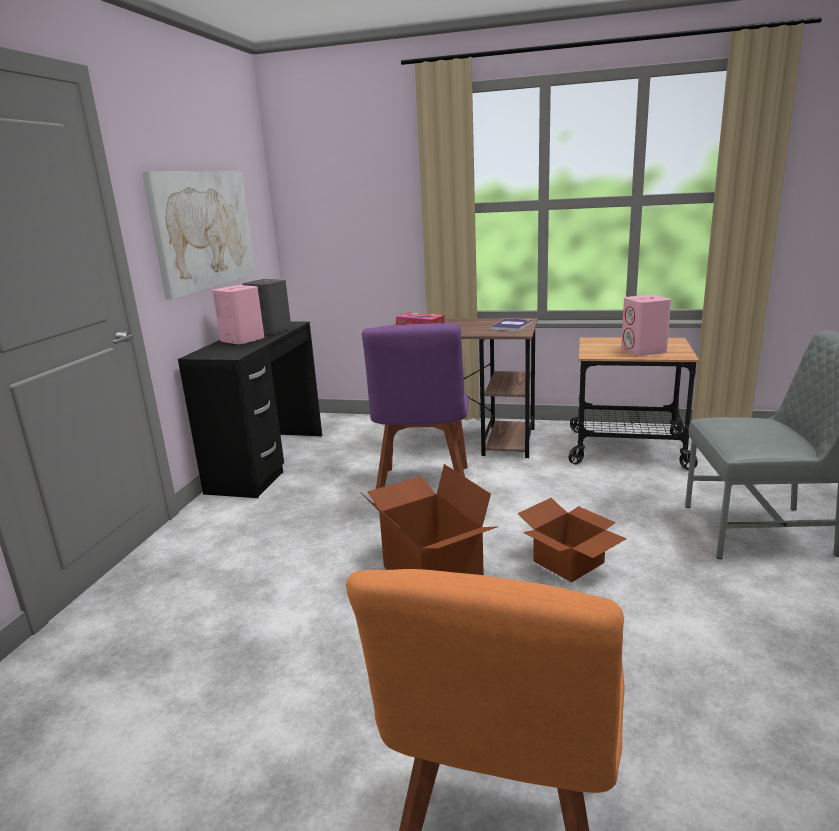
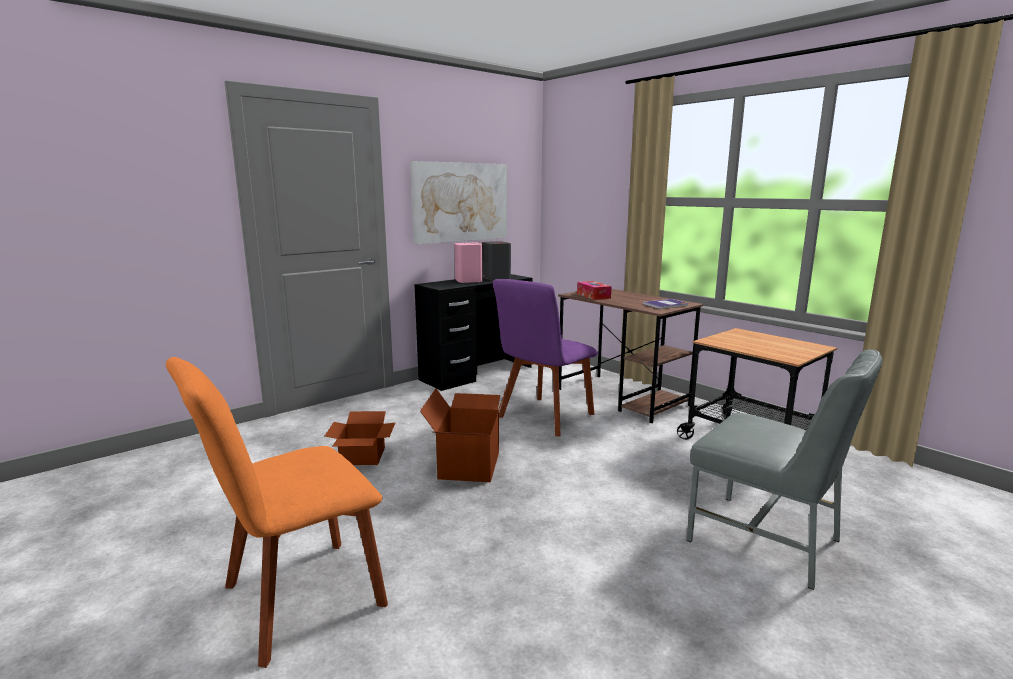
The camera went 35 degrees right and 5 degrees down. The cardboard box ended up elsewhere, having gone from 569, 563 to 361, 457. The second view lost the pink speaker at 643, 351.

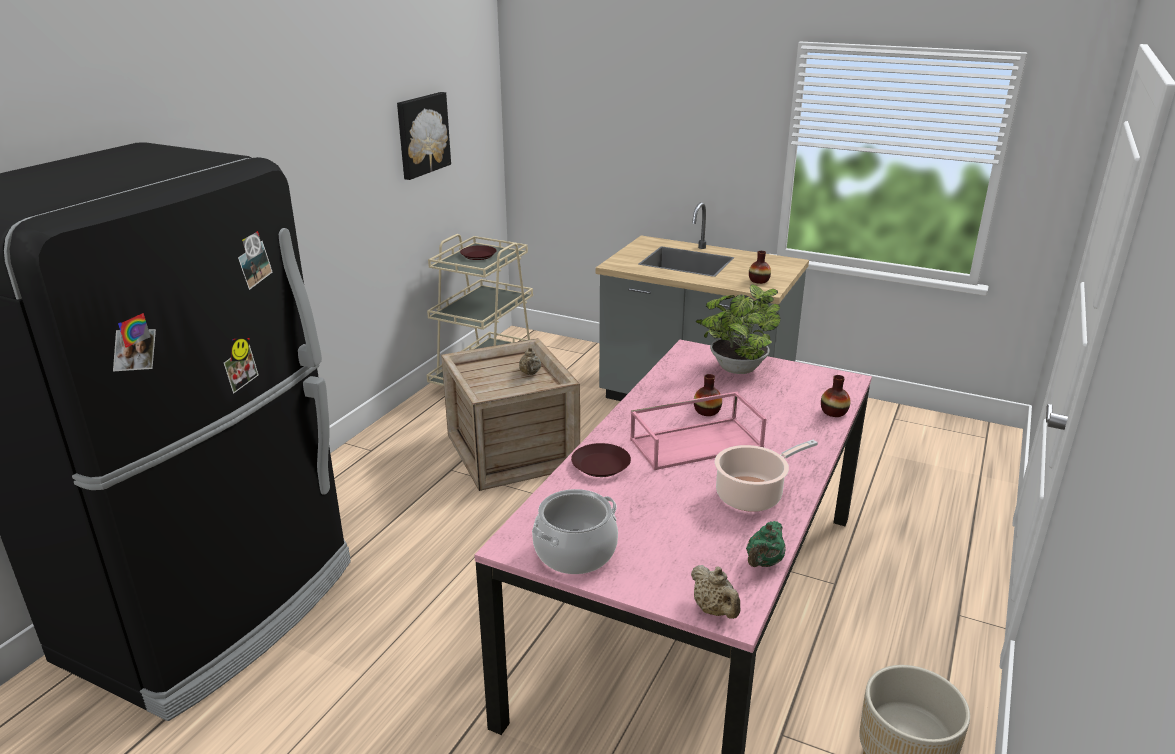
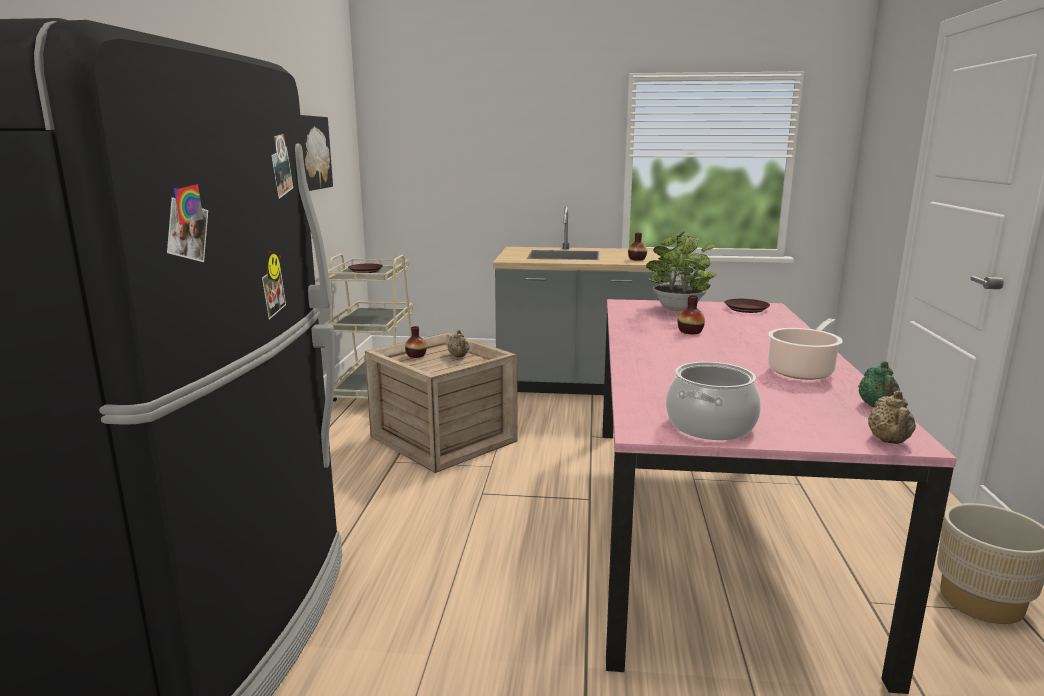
The camera went 20 degrees left and 10 degrees down. The brown plate ended up elsewhere, having gone from 600, 465 to 746, 309. The second view lost the pink tray at 697, 442. The beige teapot at 714, 610 ended up facing another way, 60 degrees clockwise from before. The vase ended up elsewhere, having gone from 833, 412 to 416, 355.

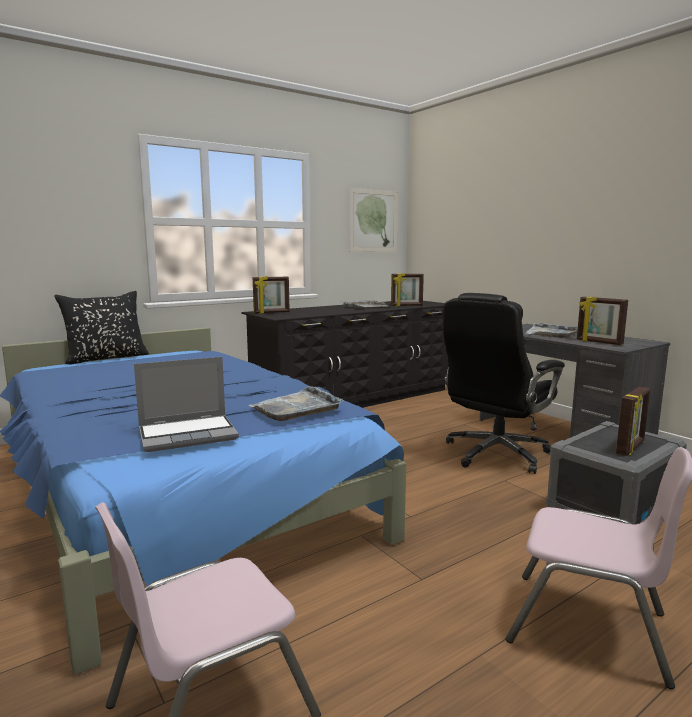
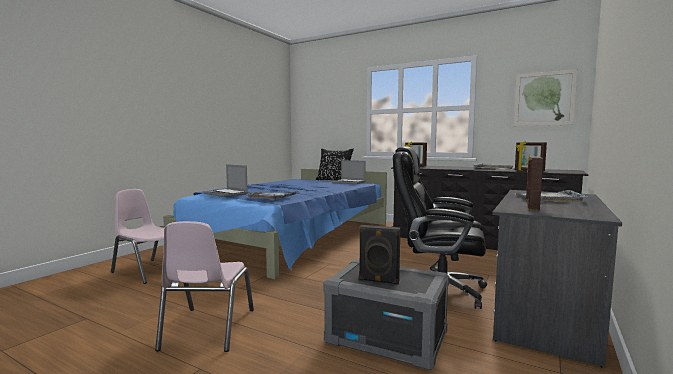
The camera went 65 degrees right and 5 degrees down. Where the picture frame stood at 631, 448, the black speaker came to stand at 378, 281. The second view gained the laptop at 349, 182.

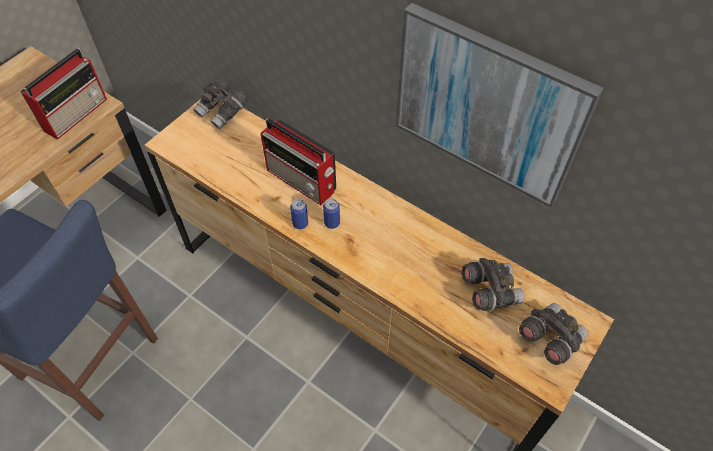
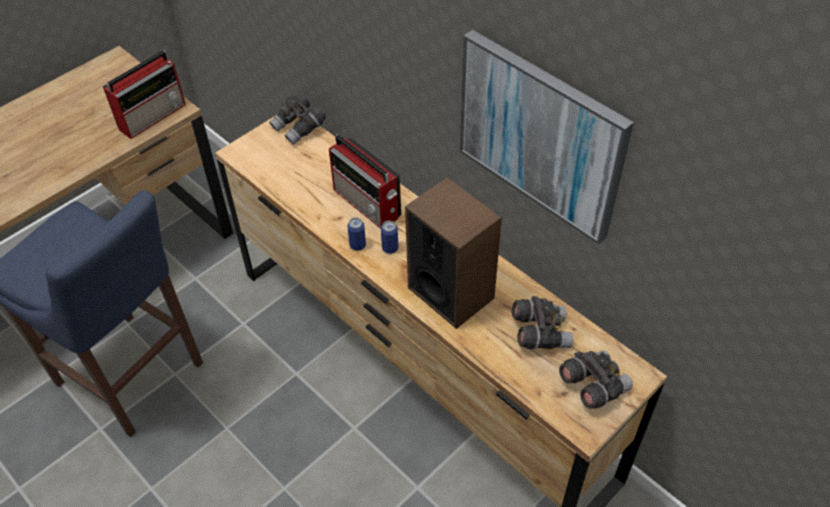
The camera went 10 degrees right and 5 degrees down. The second view gained the speaker at 451, 292.

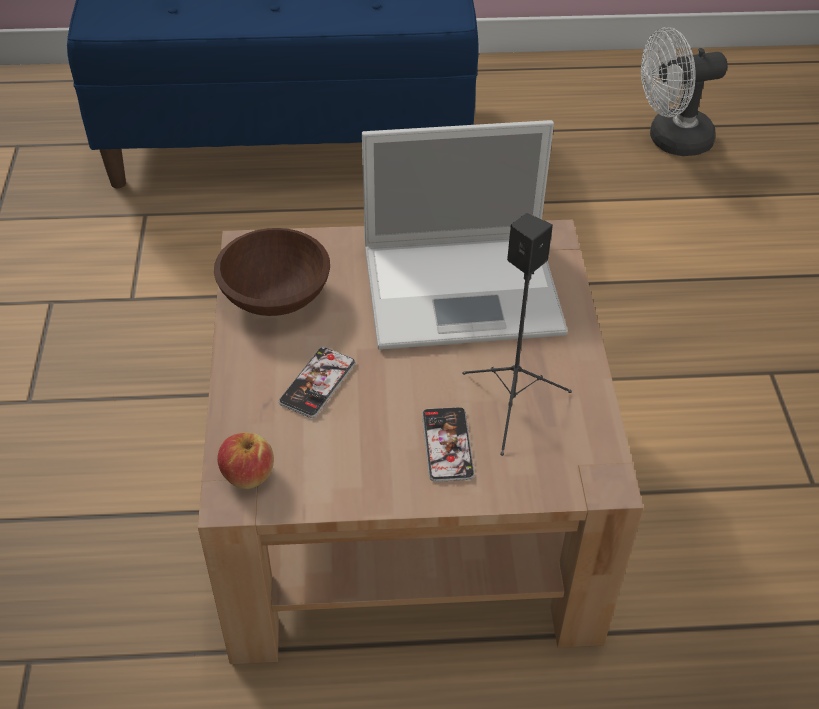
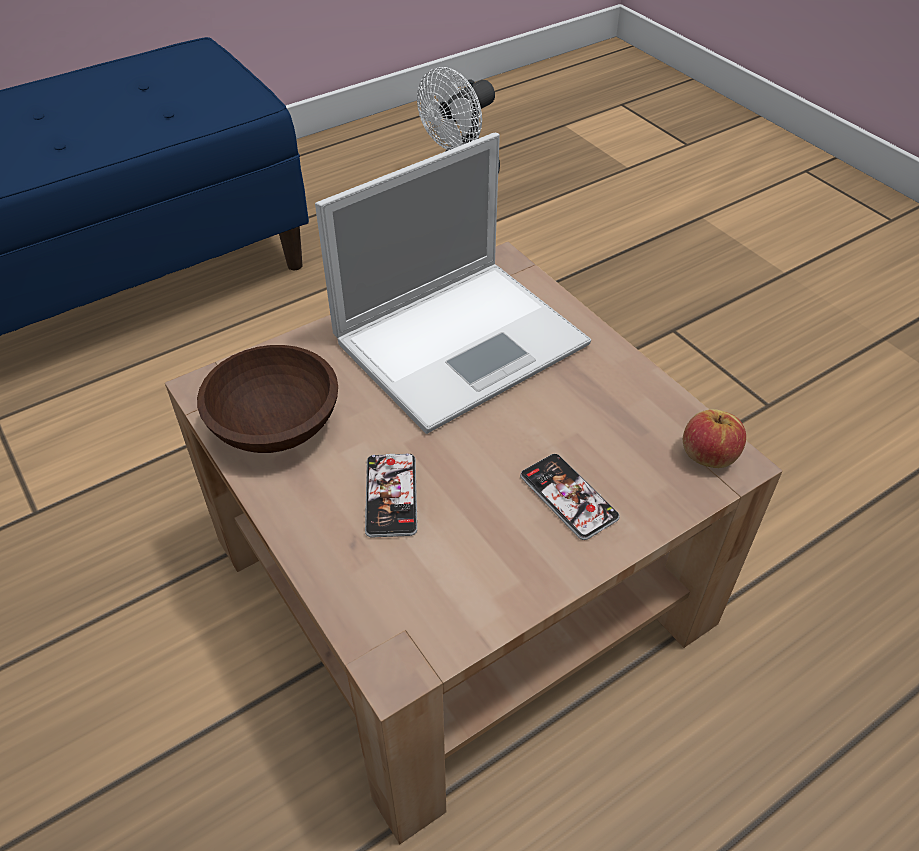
The camera went 30 degrees left and 0 degrees up. The apple ended up elsewhere, having gone from 247, 474 to 708, 455. The second view lost the black speaker at 513, 404.

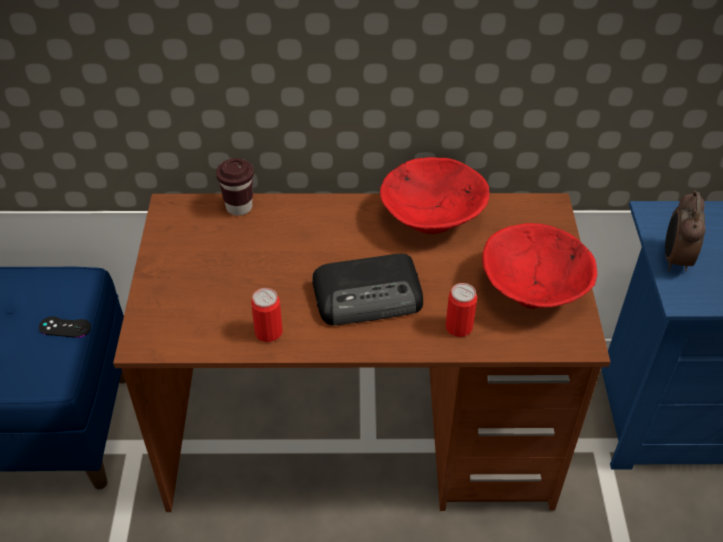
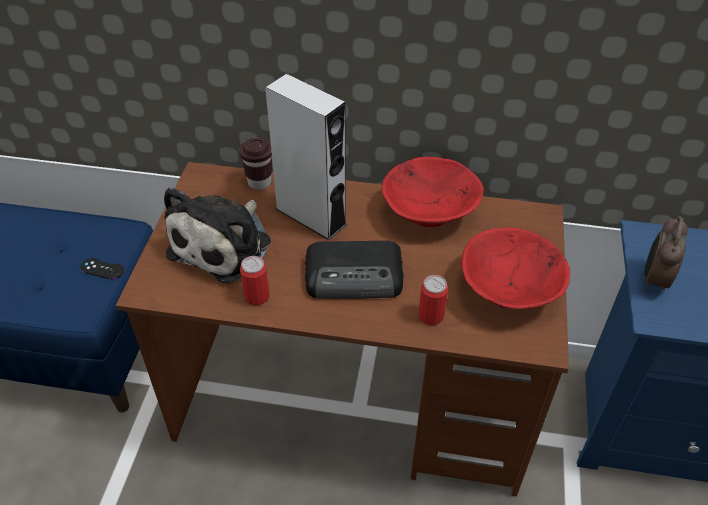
The camera went 10 degrees right and 0 degrees up. The second view gained the plush toy at 224, 245. The second view gained the grey speaker at 311, 216.

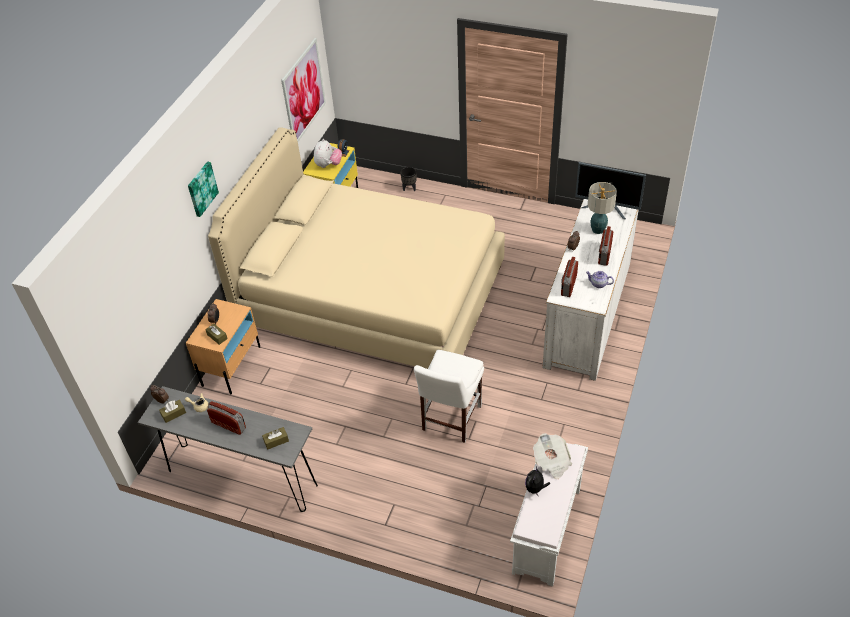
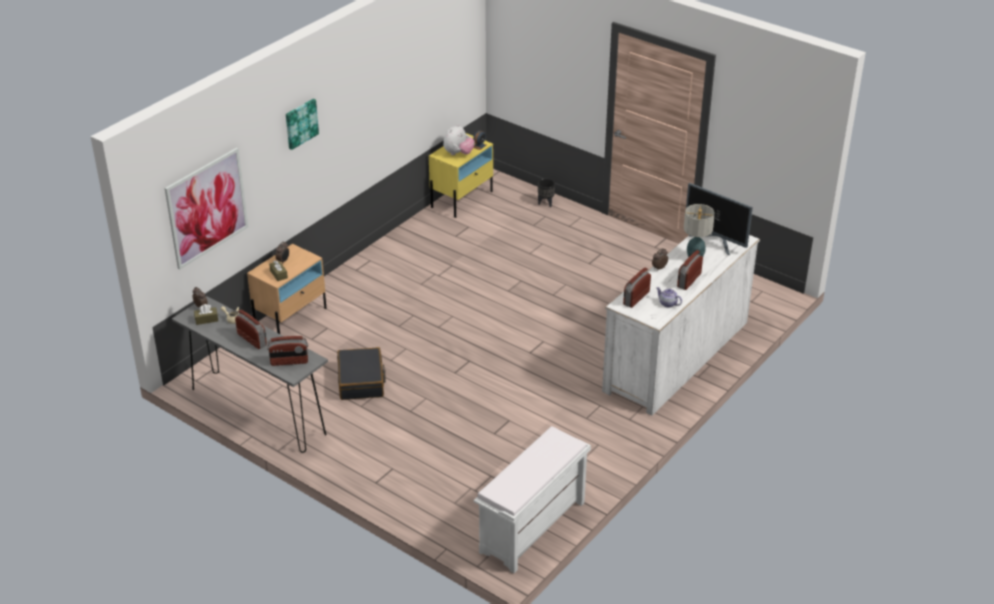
The camera went 15 degrees right and 10 degrees down. The second view lost the beige bed at 372, 297. Where the brown tissue box stood at 276, 441, the radio came to stand at 289, 362. The picture ended up elsewhere, having gone from 303, 92 to 207, 208. The second view lost the white chair at 450, 420. The second view lost the plush toy at 535, 488. The second view lost the newspaper at 552, 462. The second view gained the black suitcase at 361, 381.

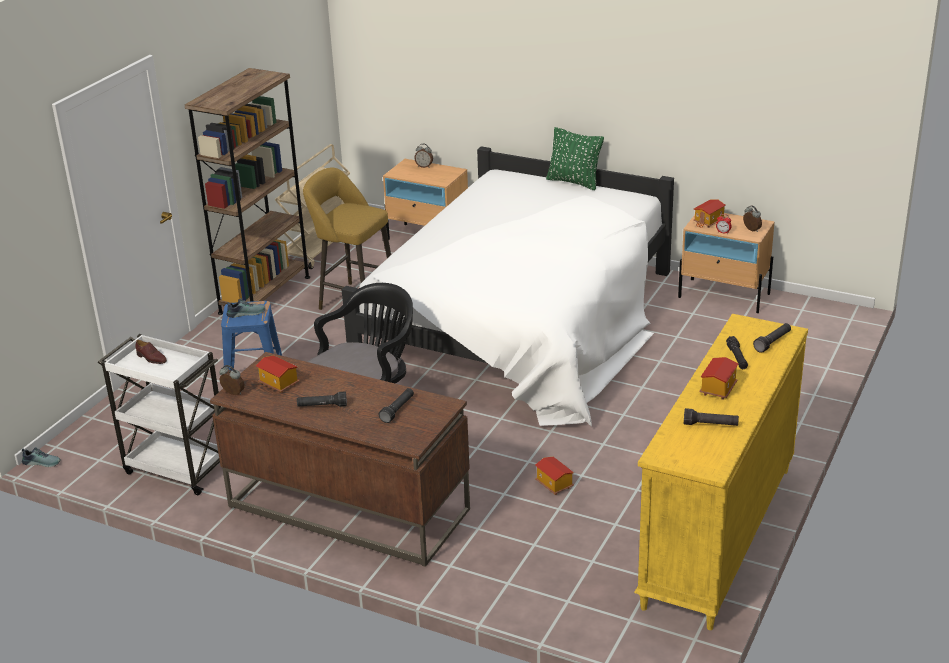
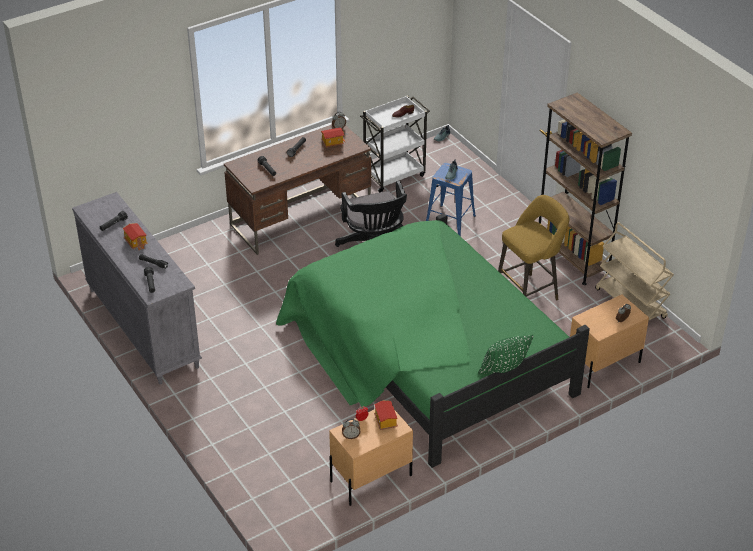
The camera went 120 degrees right and 10 degrees up. What was the white bed at 523, 323 turned into the green bed at 426, 356. The second view lost the toy house at 553, 485. What was the yellow dresser at 718, 536 turned into the grey dresser at 143, 327.

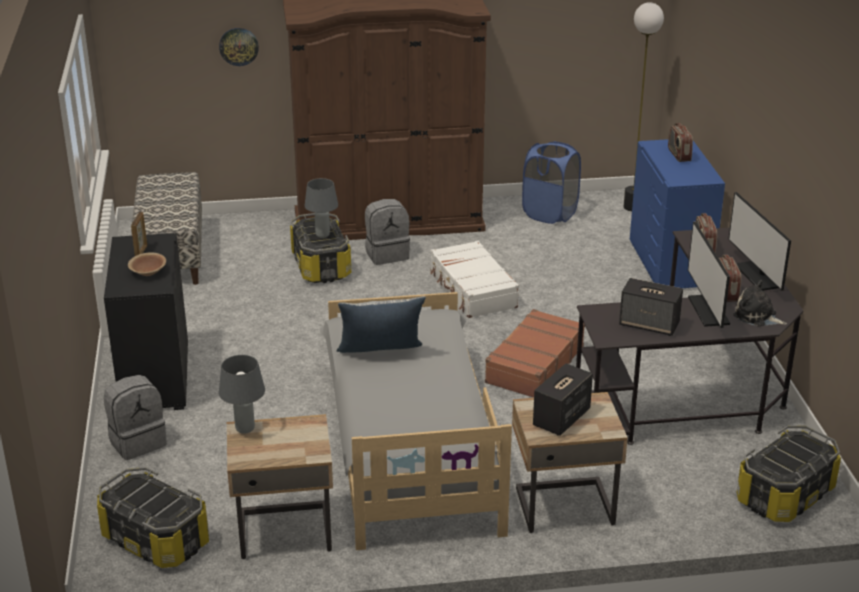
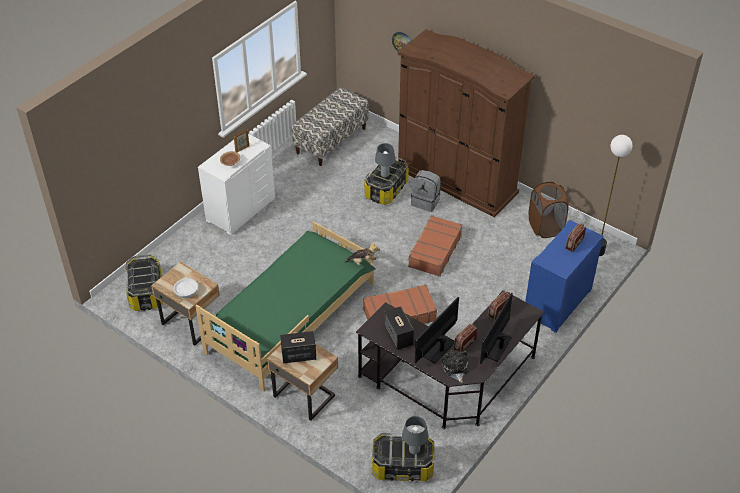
The camera went 45 degrees right and 15 degrees up. The second view lost the grey backpack at 137, 442. What was the black dresser at 154, 377 turned into the white dresser at 240, 209. The grey table lamp ended up elsewhere, having gone from 244, 429 to 414, 450. What was the grey bed at 409, 442 turned into the green bed at 290, 316. The second view lost the pillow at 381, 355. What was the white suitcase at 472, 290 turned into the brown suitcase at 434, 251. What was the blue laundry basket at 550, 214 turned into the brown laundry basket at 545, 227. The second view gained the white bowl at 186, 292. The second view gained the plush toy at 363, 263.

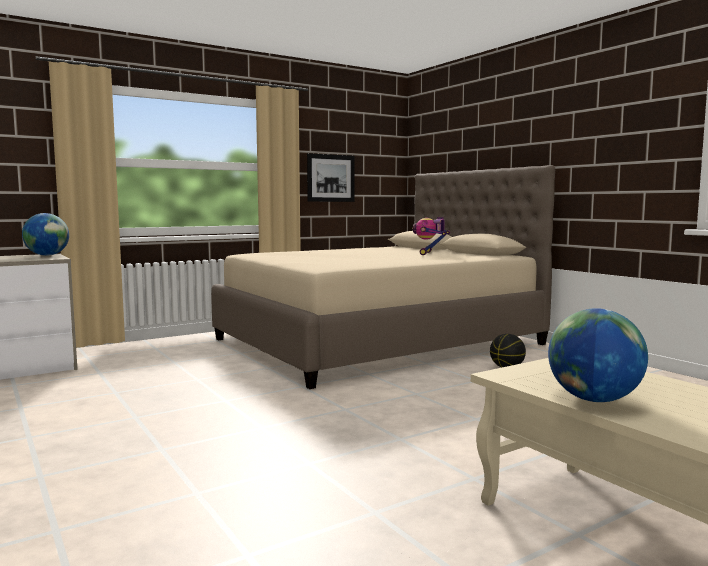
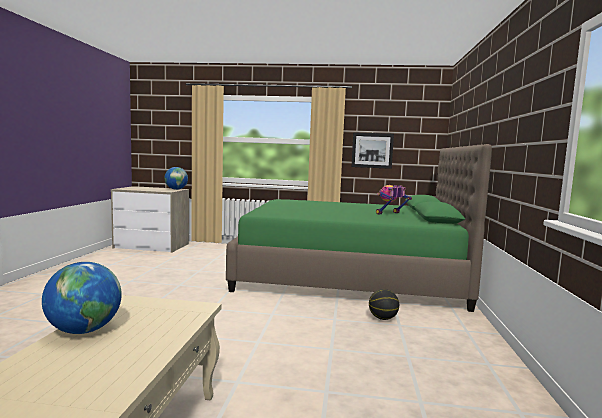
The camera went 40 degrees right and 0 degrees up. What was the beige bed at 378, 341 turned into the green bed at 348, 275.

